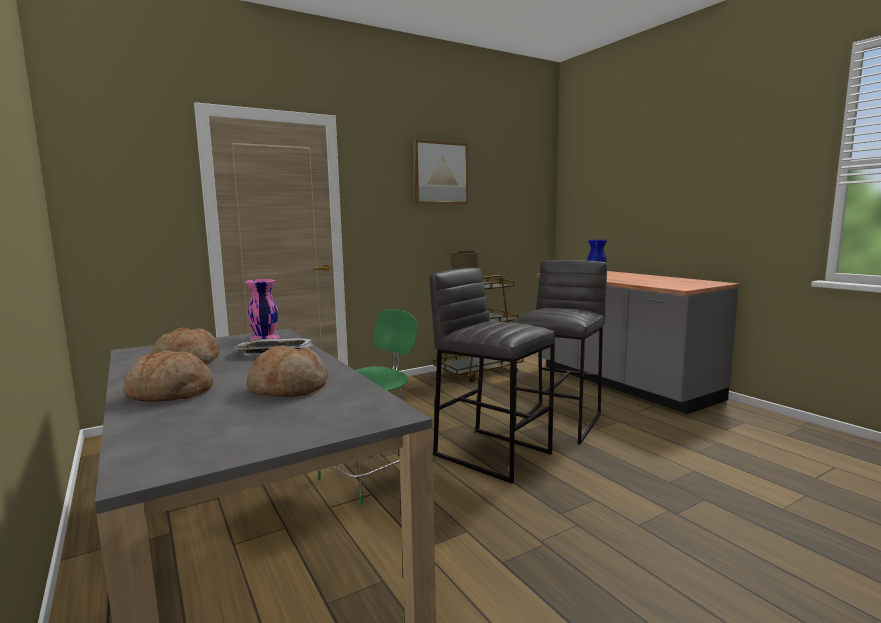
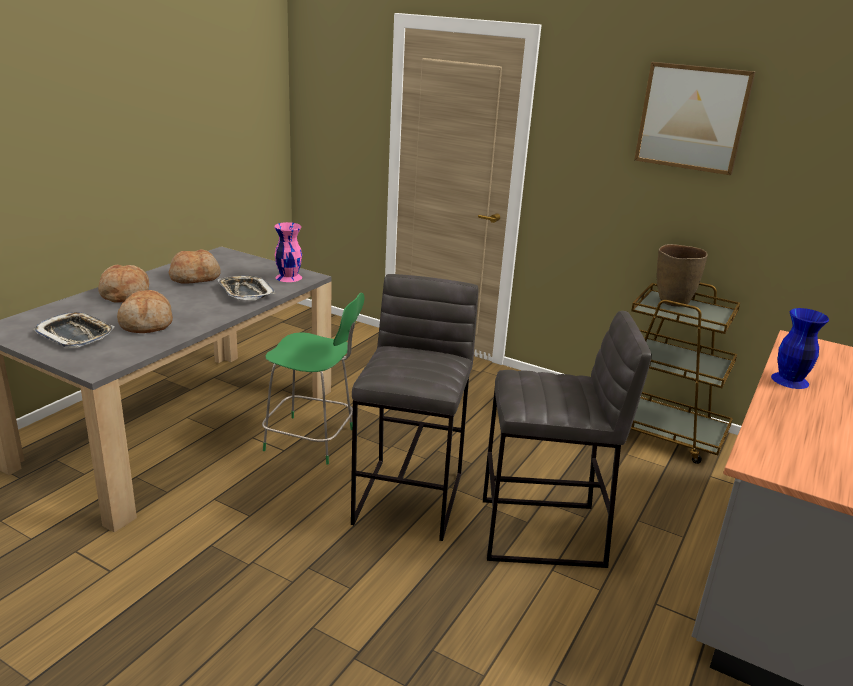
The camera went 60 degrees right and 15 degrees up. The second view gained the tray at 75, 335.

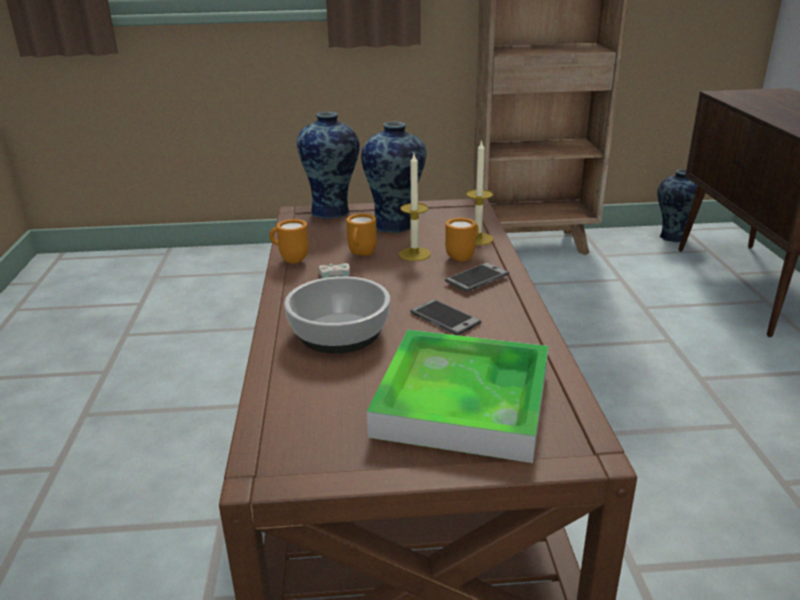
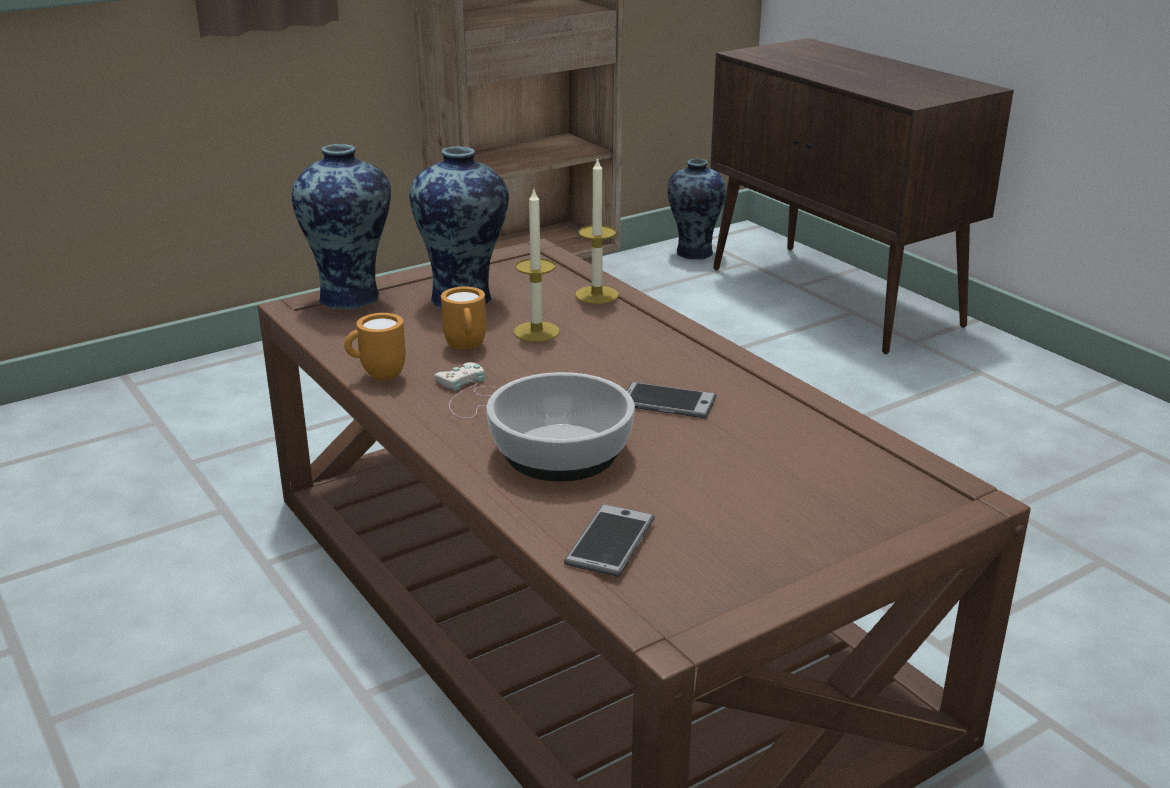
The camera went 30 degrees left and 0 degrees up. The second view lost the tray at 463, 401. The second view lost the orange mug at 463, 257. The phone ended up elsewhere, having gone from 477, 278 to 610, 542.

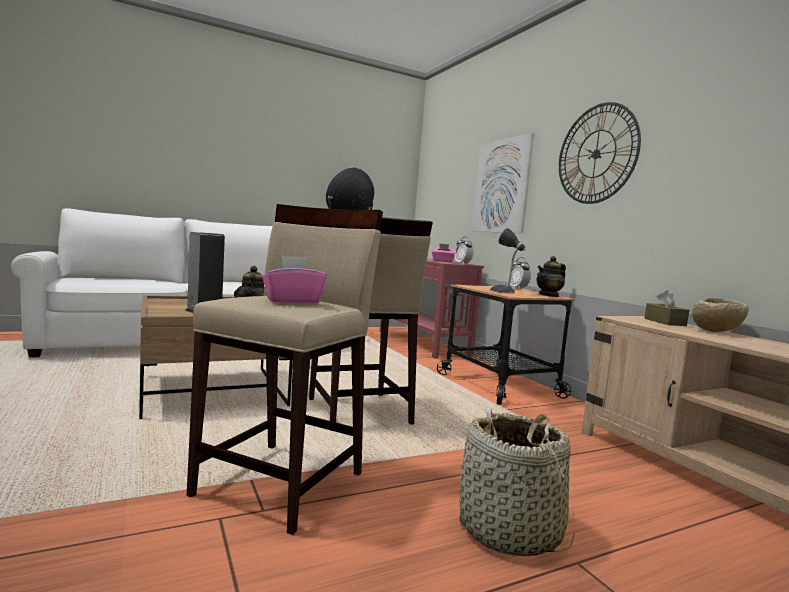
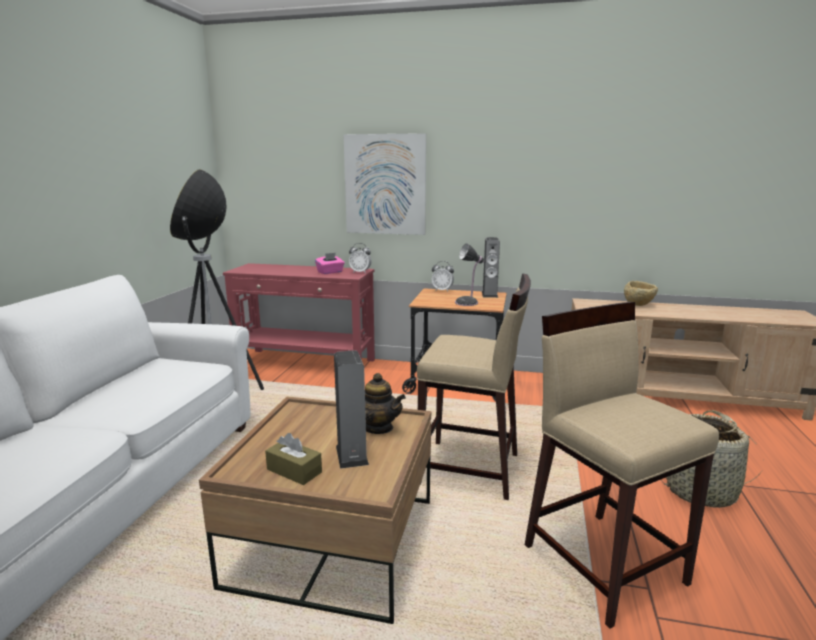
The camera went 50 degrees left and 10 degrees up. The second view lost the pink tissue box at 292, 301. Where the teapot stood at 549, 295, the speaker came to stand at 489, 294. The second view lost the wall clock at 596, 154. The brown tissue box ended up elsewhere, having gone from 664, 322 to 294, 471.

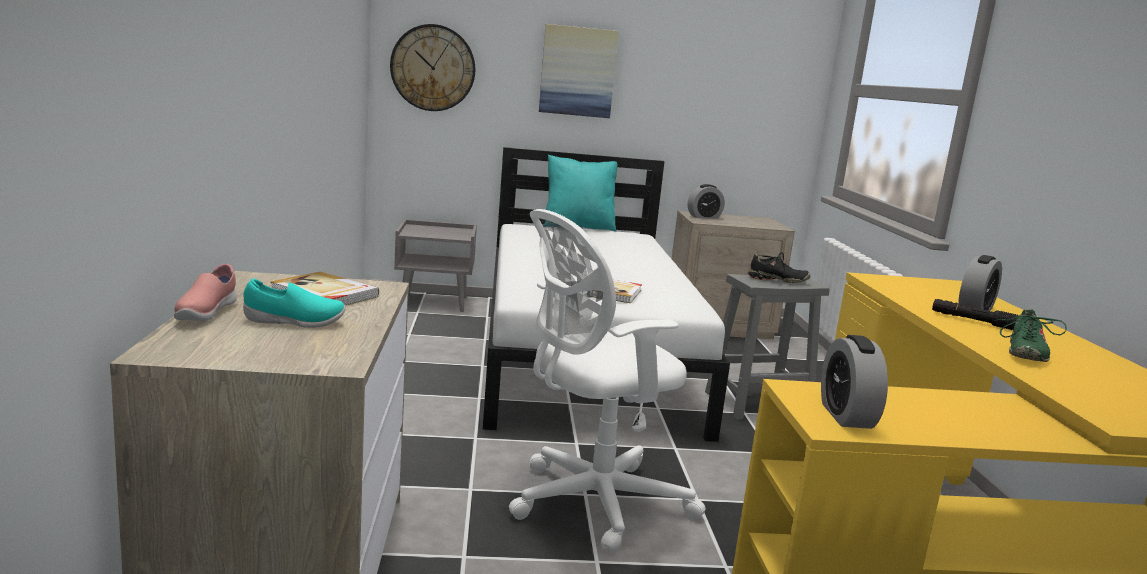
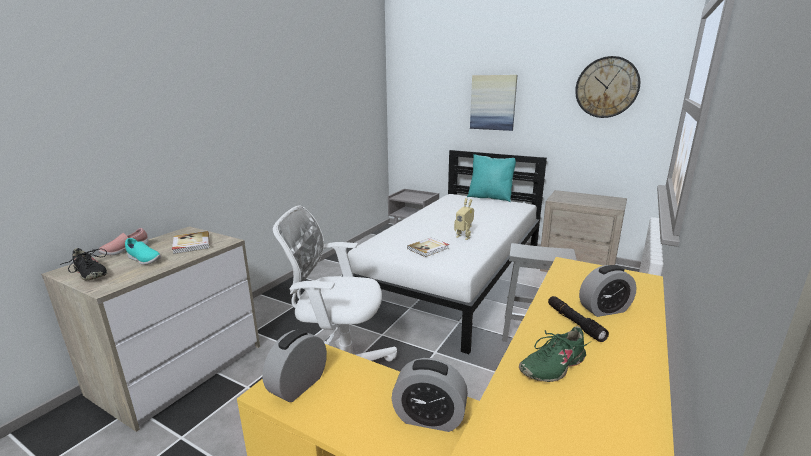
The camera went 35 degrees right and 5 degrees up. The wall clock ended up elsewhere, having gone from 433, 68 to 606, 87. The alarm clock ended up elsewhere, having gone from 704, 217 to 429, 418. The black shoe ended up elsewhere, having gone from 777, 280 to 89, 274. The second view gained the toy robot at 464, 237.

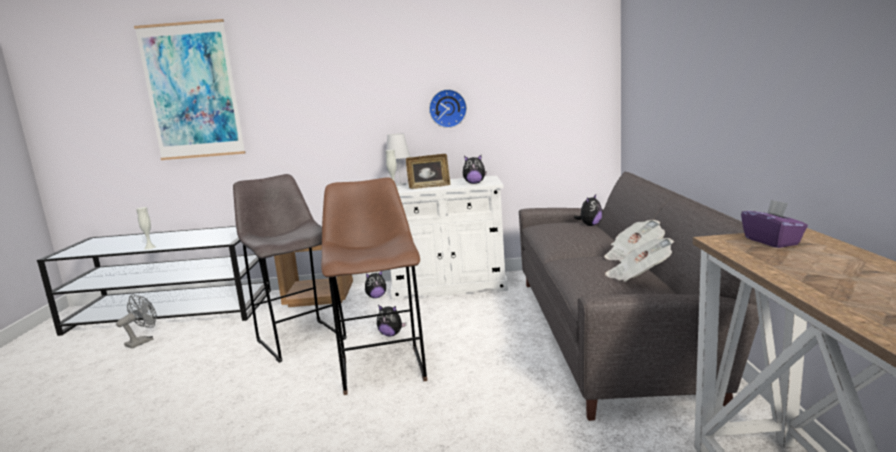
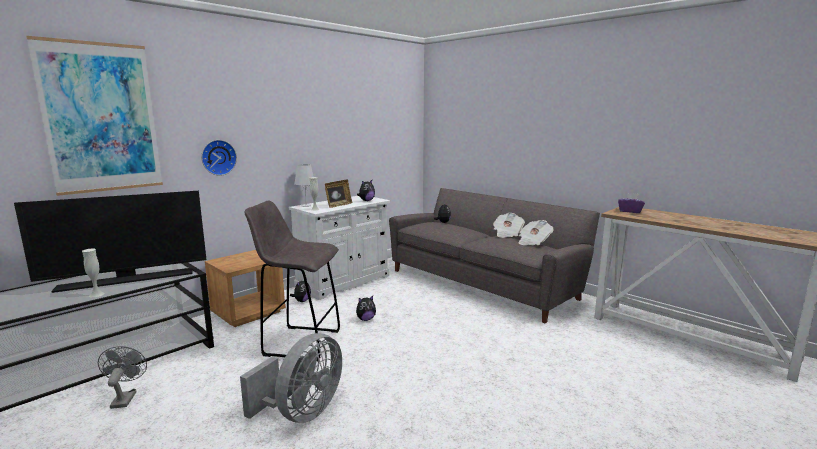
The camera went 45 degrees left and 0 degrees up. The second view lost the brown stool at 382, 368. The wall clock ended up elsewhere, having gone from 447, 108 to 218, 157. The second view gained the television at 128, 280. The second view gained the grey fan at 302, 412.

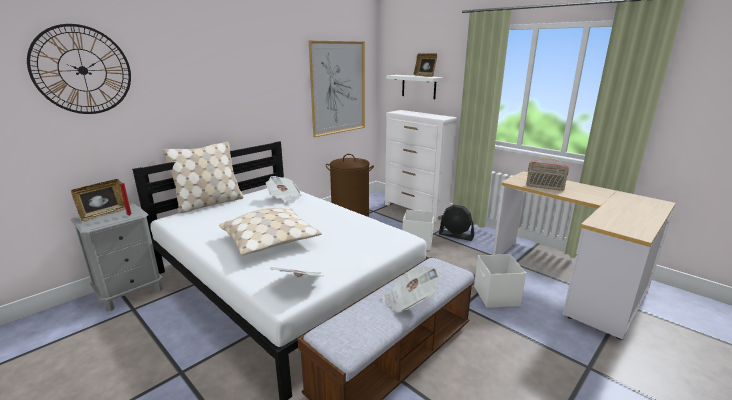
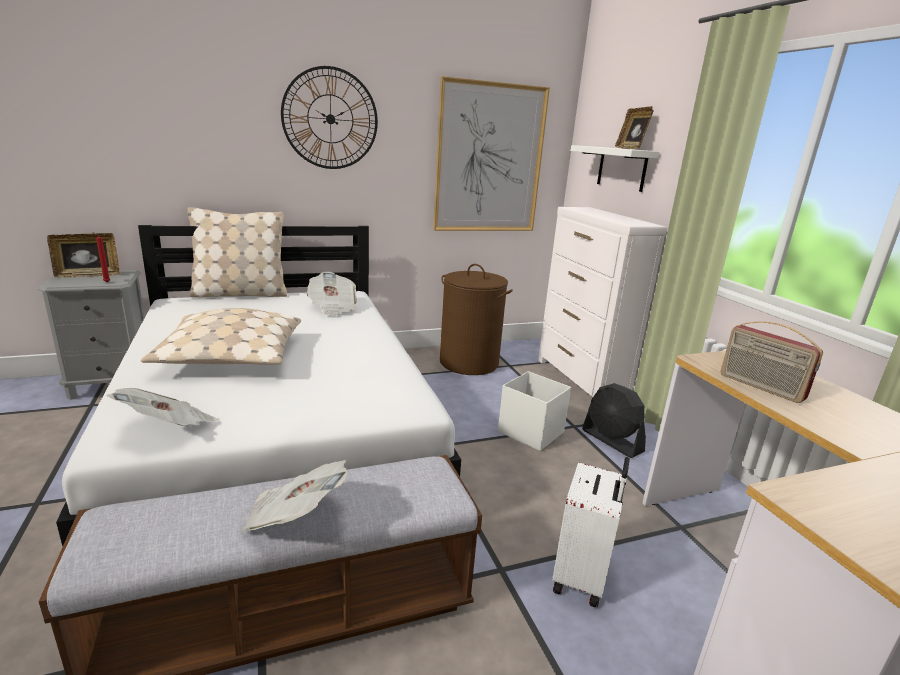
The camera went 25 degrees right and 0 degrees up. The wall clock ended up elsewhere, having gone from 82, 70 to 330, 119. Where the white storage box stood at 496, 297, the white suitcase came to stand at 582, 578.

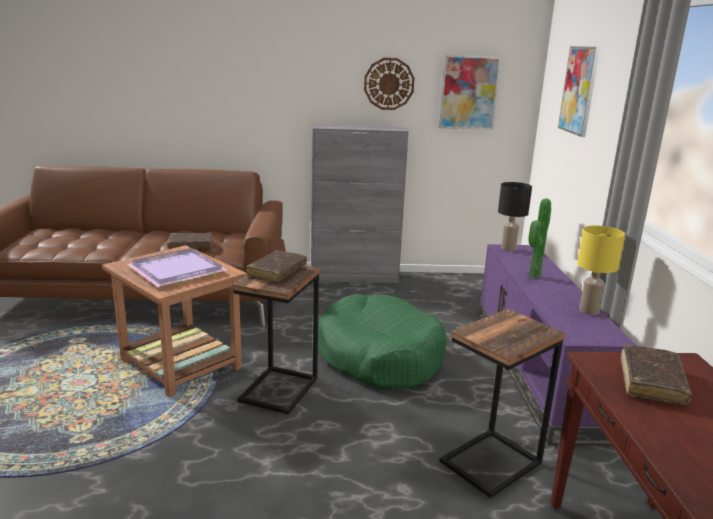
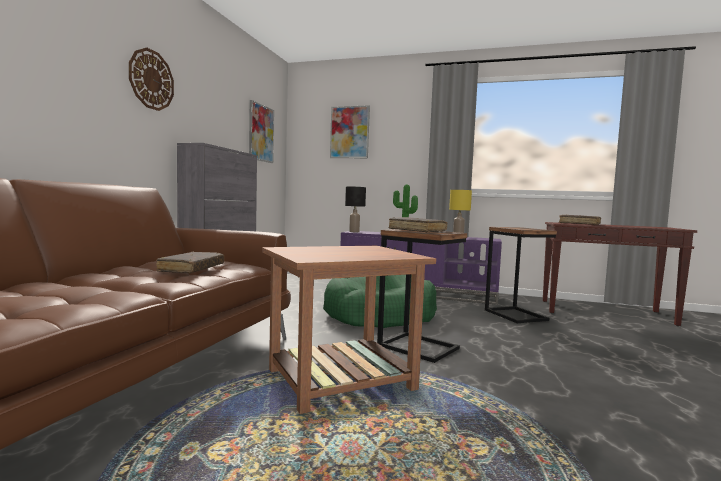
The camera went 70 degrees left and 15 degrees down. The second view lost the purple tray at 175, 270. The wall clock ended up elsewhere, having gone from 389, 84 to 151, 80.

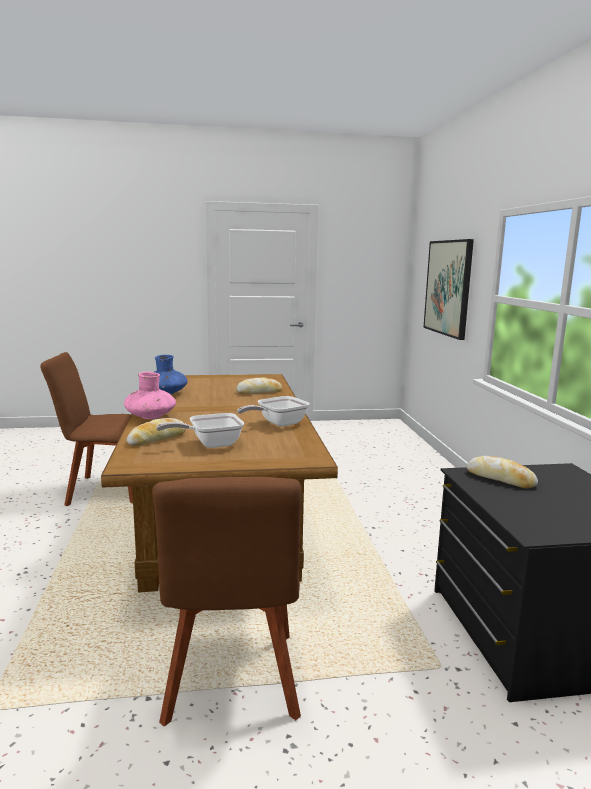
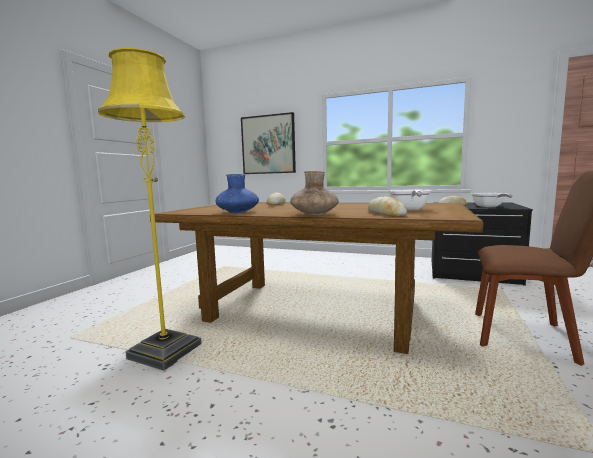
The camera went 60 degrees left and 5 degrees down. Where the brown chair stood at 103, 490, the yellow floor lamp came to stand at 165, 351. What was the pink vase at 150, 416 turned into the brown vase at 314, 214. The frying pan ended up elsewhere, having gone from 278, 423 to 489, 206.

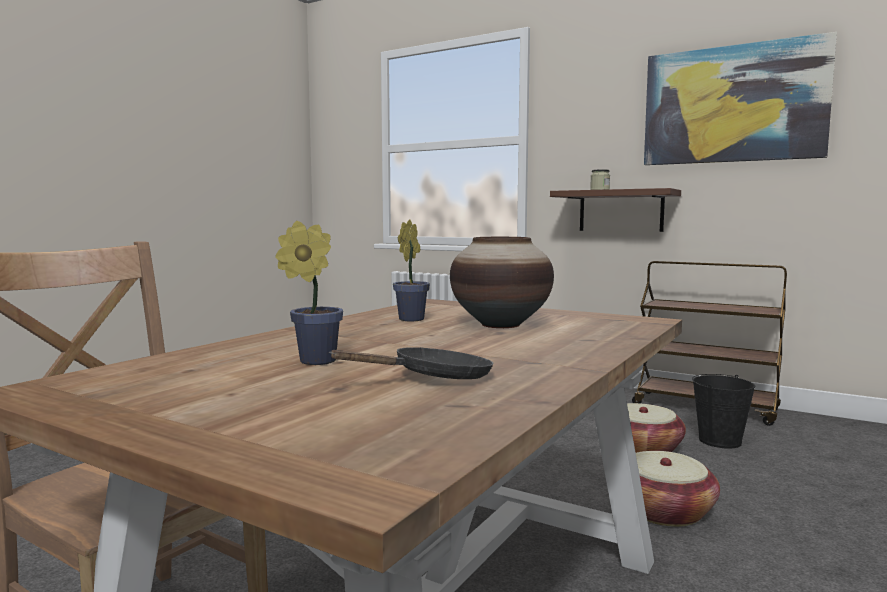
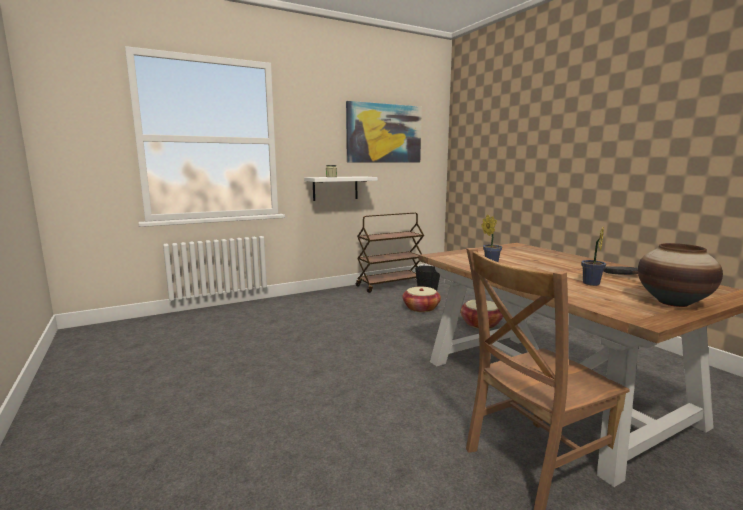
The camera went 60 degrees left and 5 degrees up. The vase ended up elsewhere, having gone from 501, 325 to 673, 303. What was the brown shelf at 621, 211 turned into the white shelf at 335, 188.

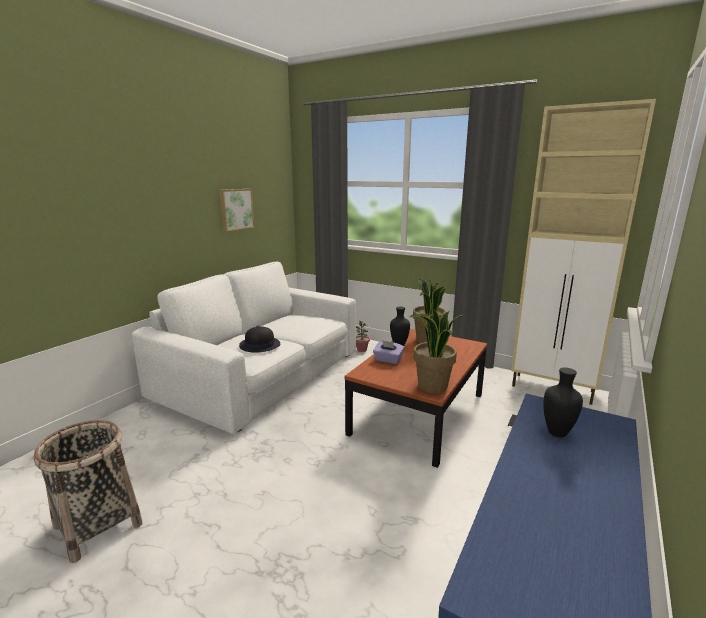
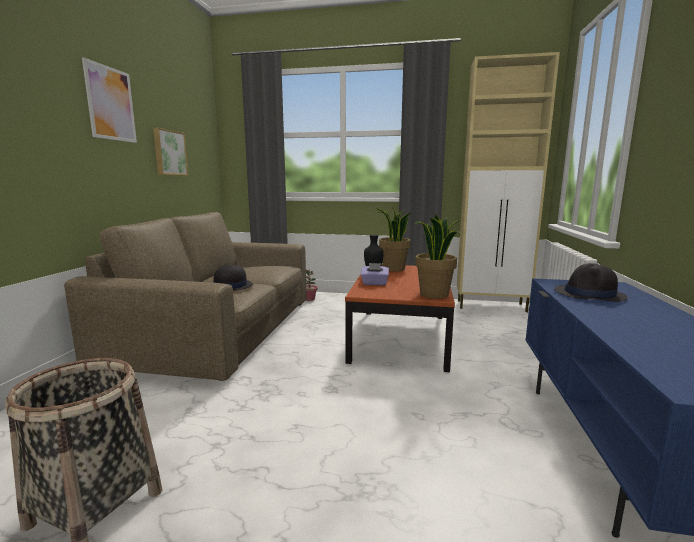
The camera went 20 degrees left and 5 degrees down. What was the white sofa at 263, 375 turned into the brown sofa at 219, 330. Where the black vase stood at 557, 434, the black hat came to stand at 589, 294. The second view gained the picture at 110, 104.

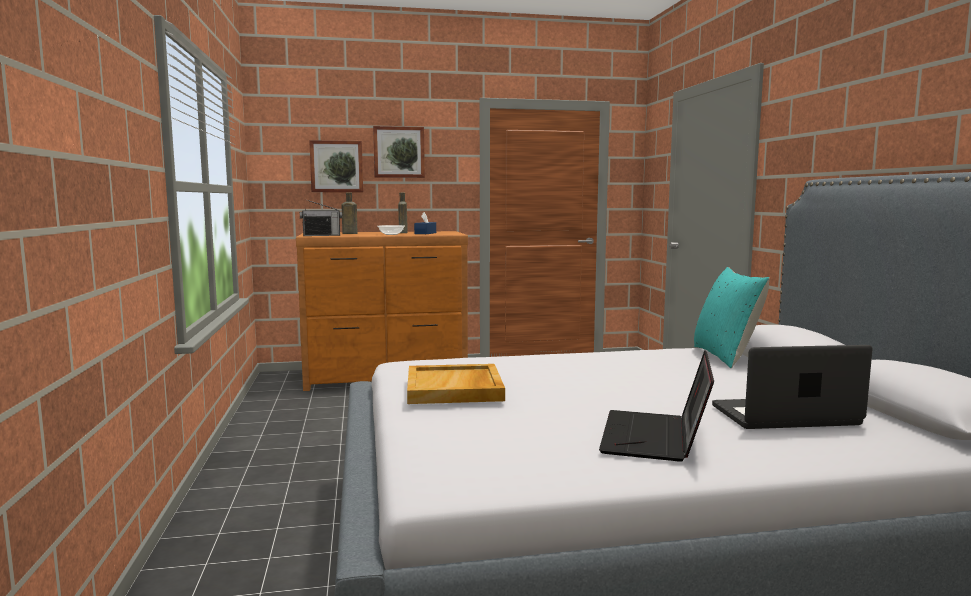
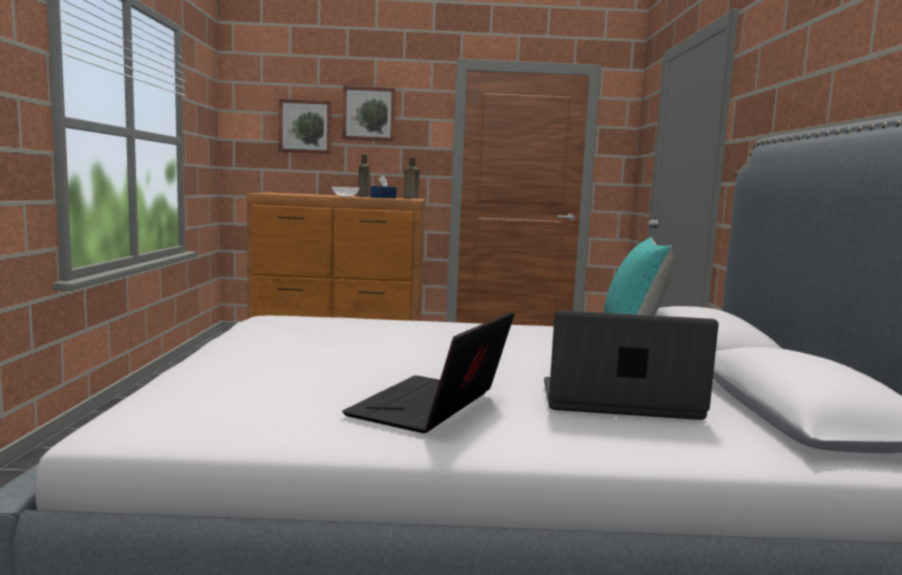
The camera went 10 degrees right and 0 degrees up. The second view lost the radio at 321, 235. The brown bottle ended up elsewhere, having gone from 348, 233 to 410, 198. The second view lost the beige tray at 455, 388.

